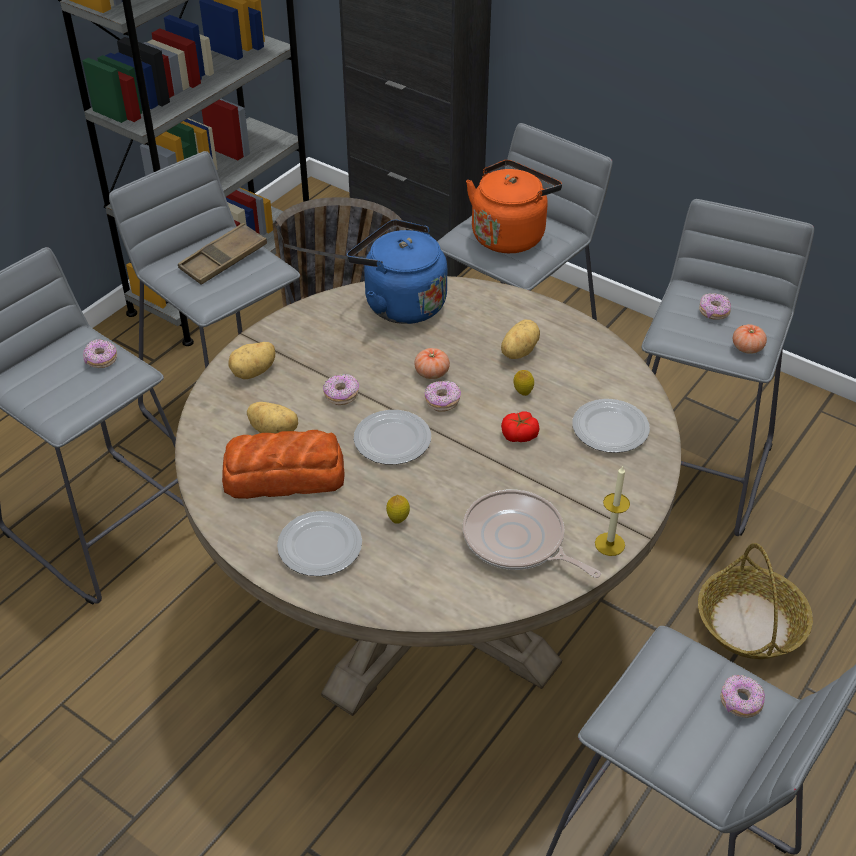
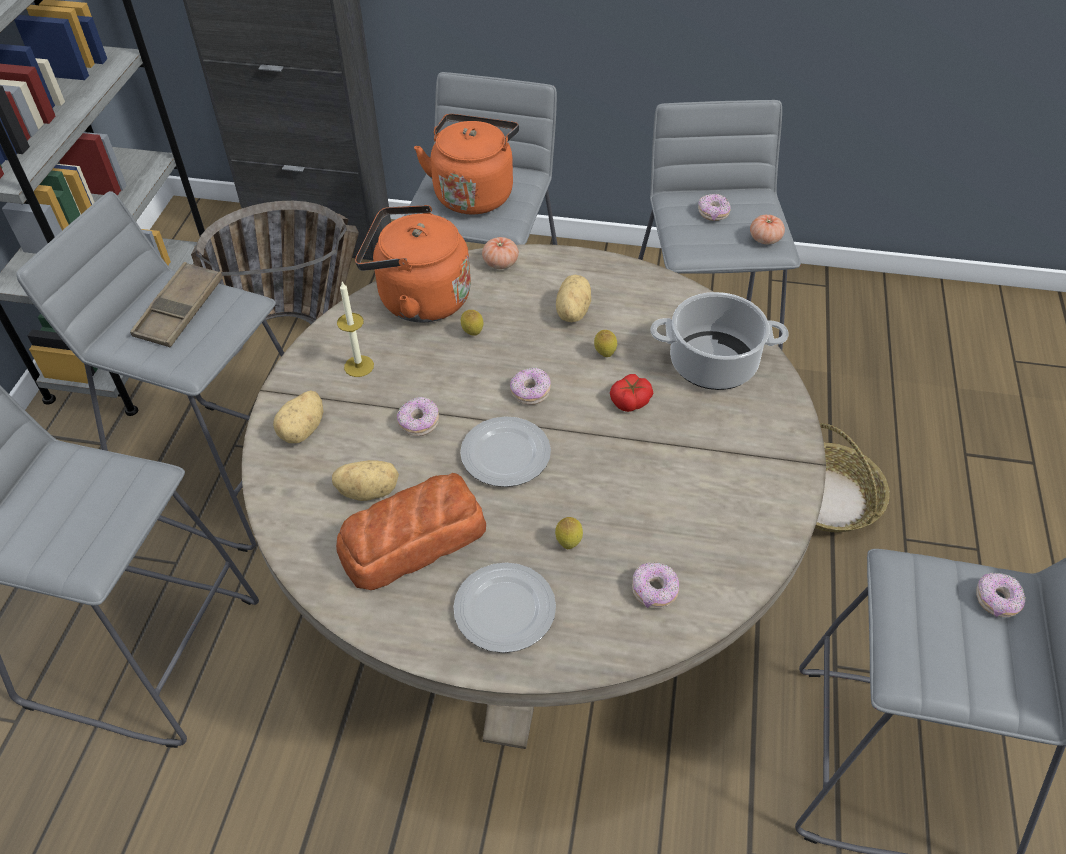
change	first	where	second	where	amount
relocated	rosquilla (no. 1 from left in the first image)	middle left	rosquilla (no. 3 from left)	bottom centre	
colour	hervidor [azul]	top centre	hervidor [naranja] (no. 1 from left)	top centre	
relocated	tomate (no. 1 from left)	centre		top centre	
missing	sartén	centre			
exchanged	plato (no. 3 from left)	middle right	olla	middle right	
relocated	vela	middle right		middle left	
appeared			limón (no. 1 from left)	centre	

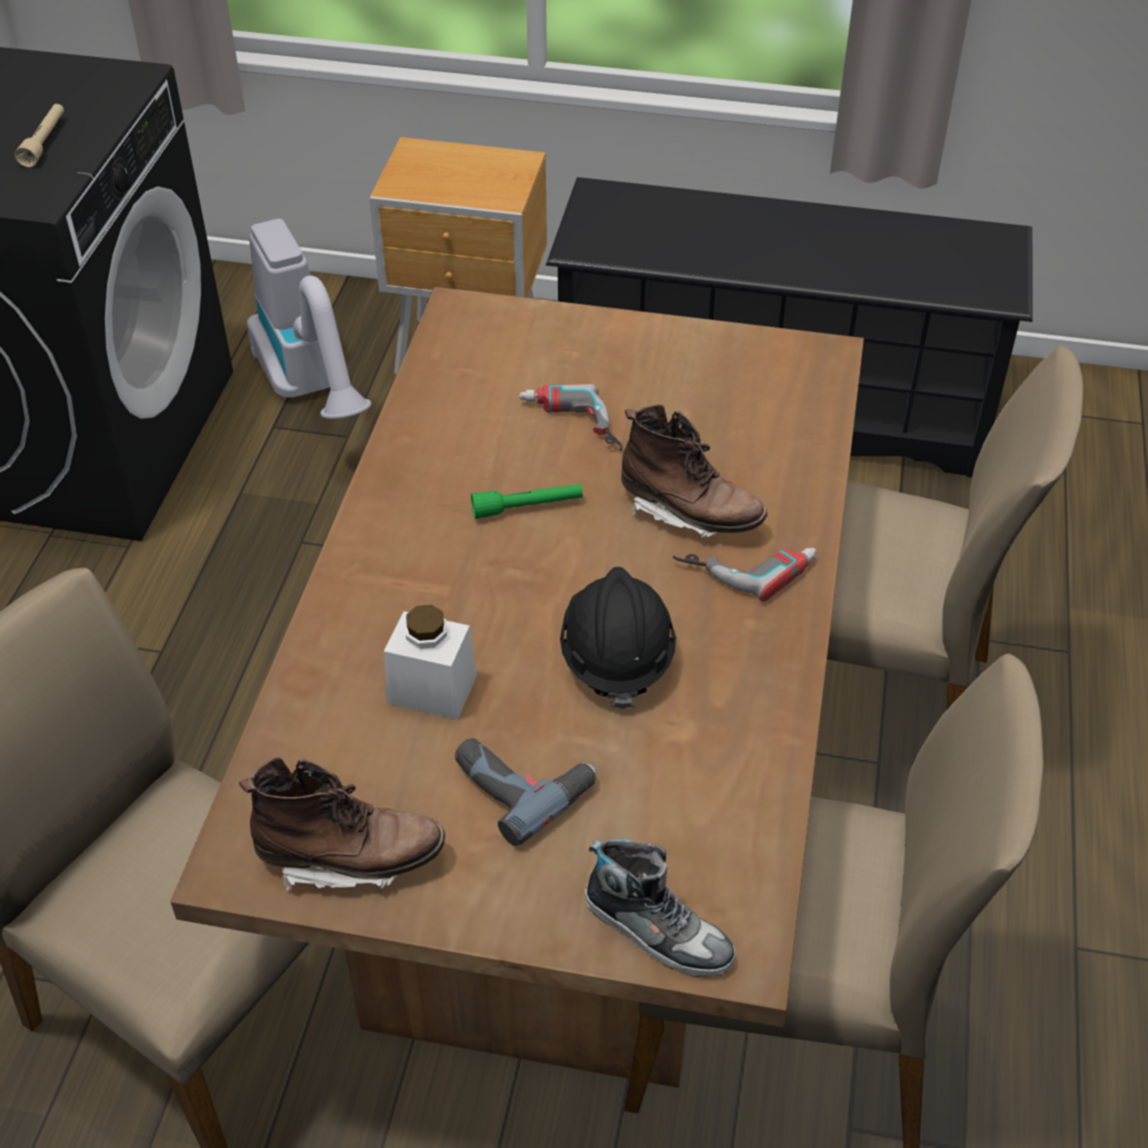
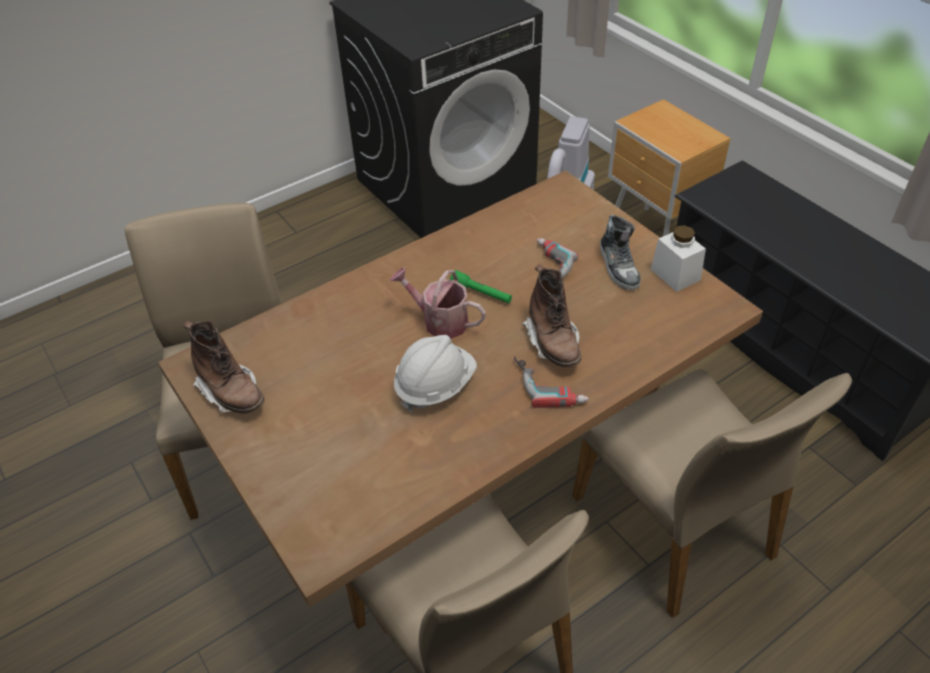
change	first	where	second	where	amount
missing	linterna [beis]	top left			
relocated	tarro [blanco]	centre		middle right	
missing	taladro (no. 1 from left)	bottom centre			
colour	casco [negro]	centre	casco [blanco]	centre	
relocated	zapato	bottom centre		middle right	
appeared			regadera	centre	

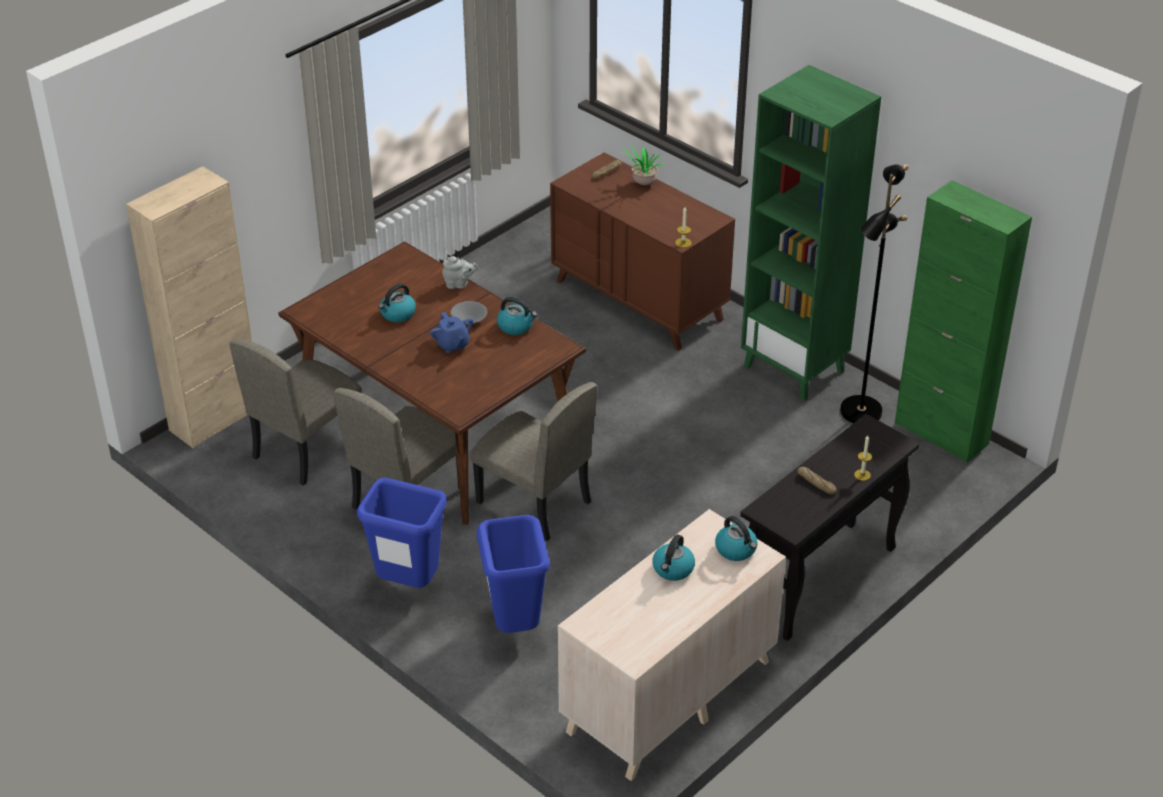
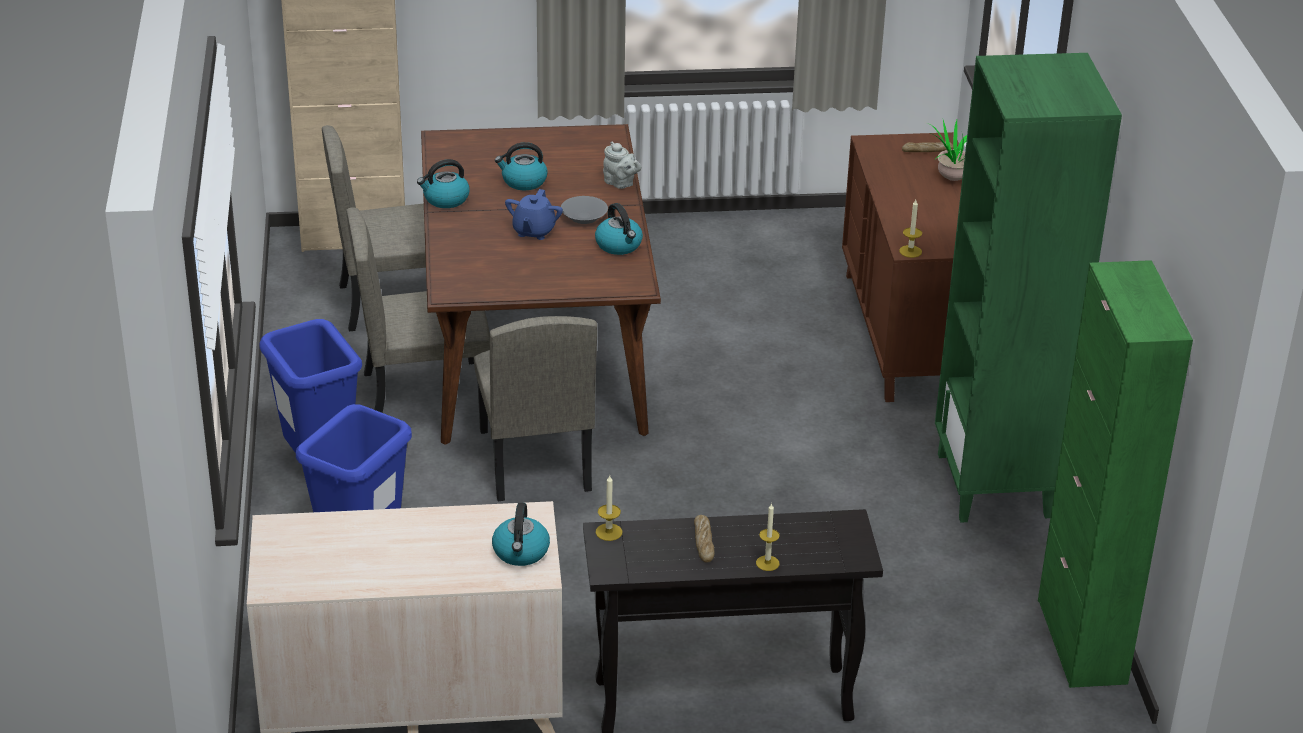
change	first	where	second	where	amount
relocated	hervidor (no. 3 from left in the first image)	bottom centre	hervidor (no. 1 from left)	top centre	
missing	lámpara de pie [negro]	middle right			
appeared			vela (no. 1 from left)	bottom centre	

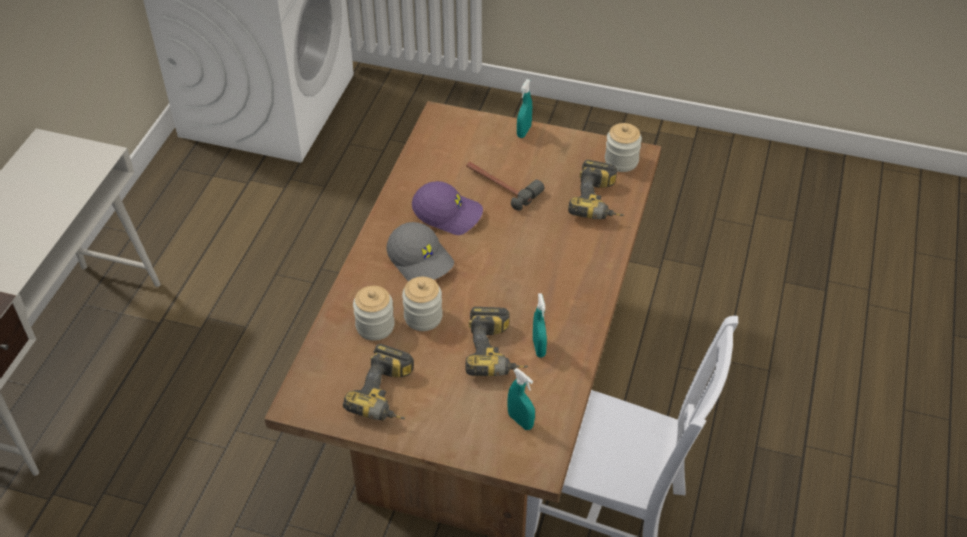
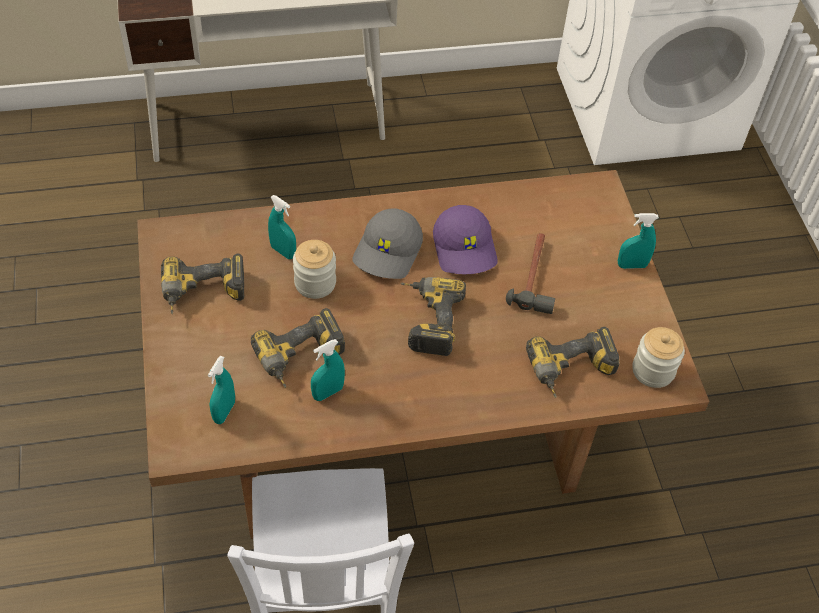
change	first	where	second	where	amount
exchanged	tarro (no. 1 from left)	centre	pulverizador [turquesa] (no. 2 from left)	centre	
appeared			taladro (no. 3 from left)	centre	

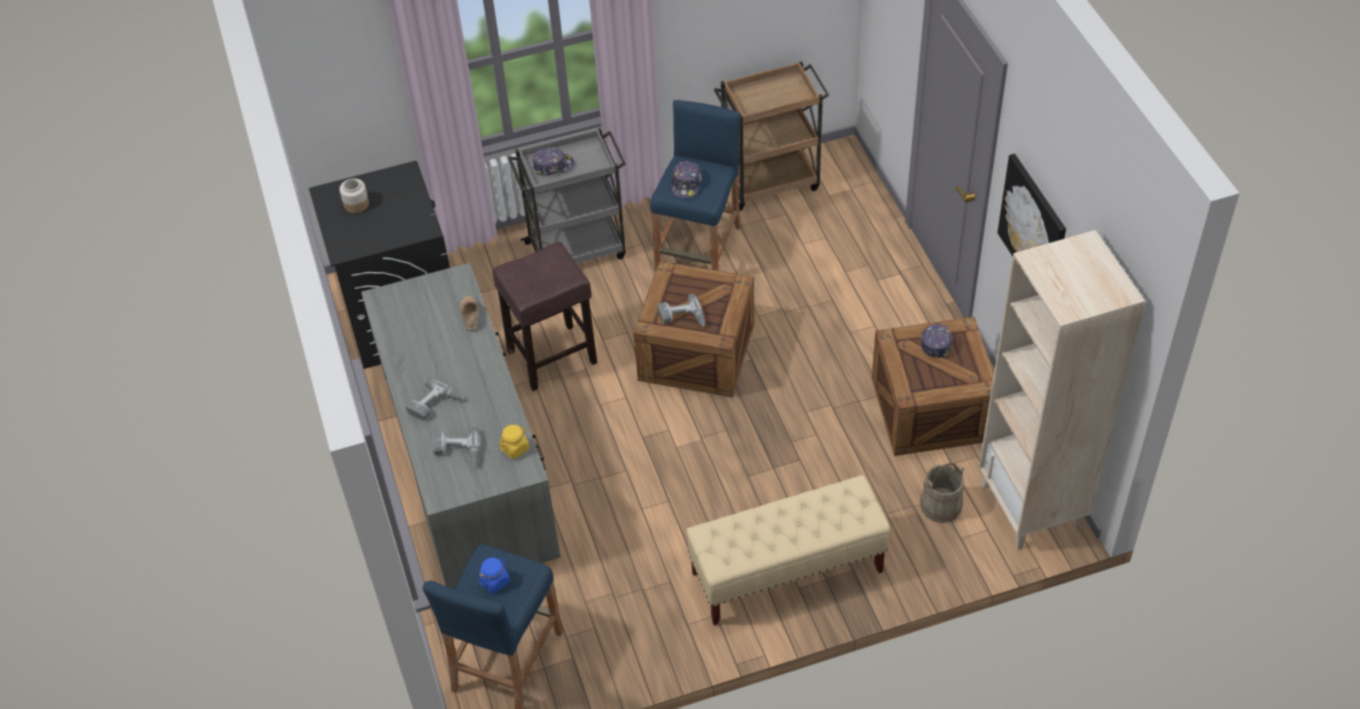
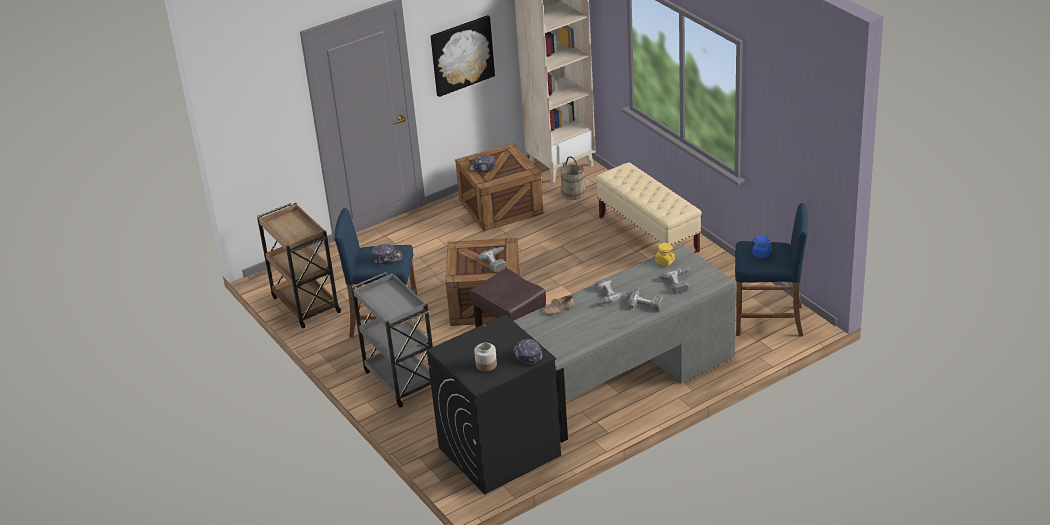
change	first	where	second	where	amount
relocated	gorra (no. 1 from left in the first image)	top centre	gorra (no. 3 from left)	bottom centre	
appeared			taladro (no. 2 from left)	centre	

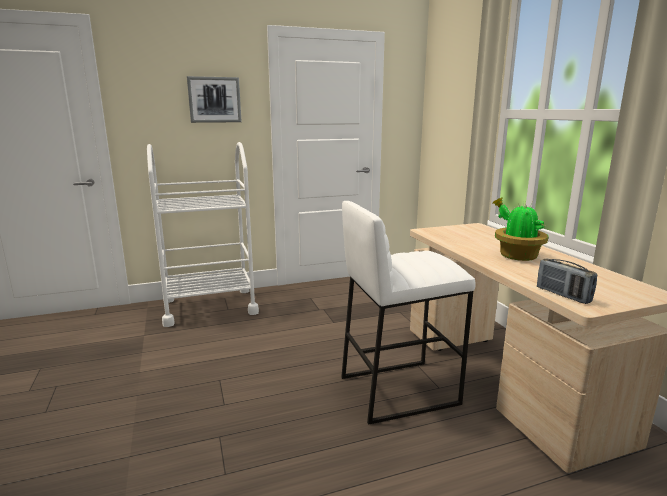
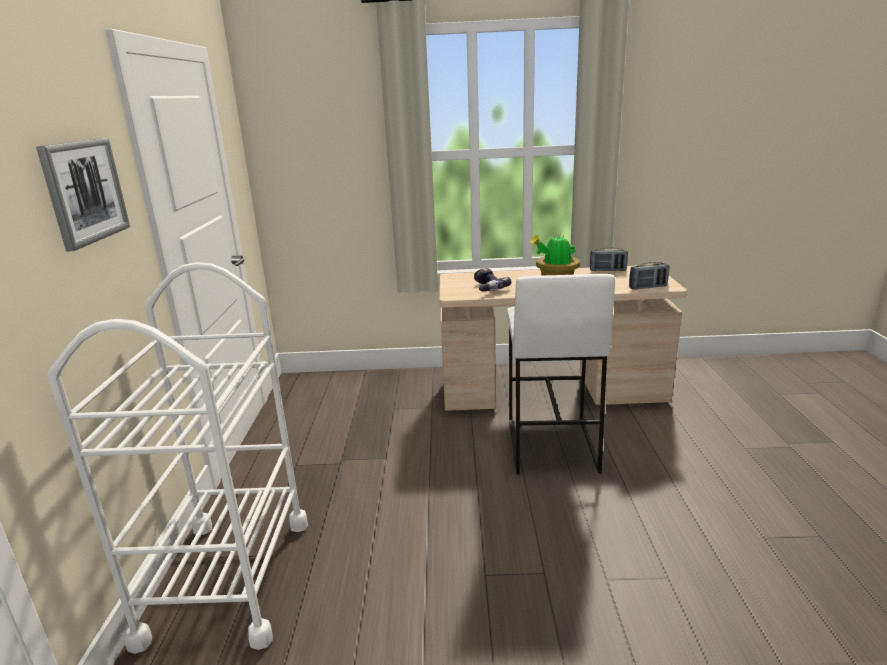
change	first	where	second	where	amount
appeared			taladro	centre	
appeared			radio (no. 1 from left)	middle right	

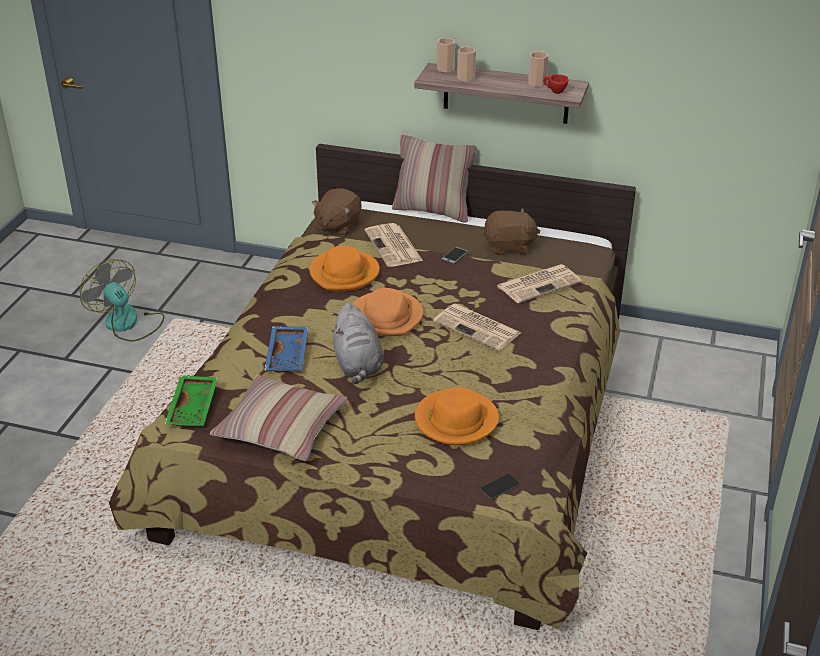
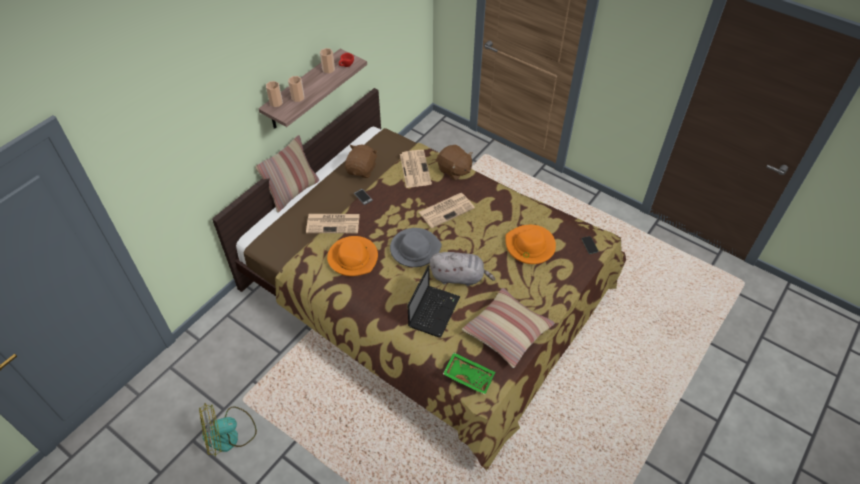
change	first	where	second	where	amount
exchanged	bandeja [azul]	centre	portátil	centre	
relocated	peluche [marrón] (no. 1 from left in the first image)	top centre	peluche [marrón] (no. 2 from left)	centre	
colour	sombrero [naranja] (no. 2 from left)	centre	sombrero [gris]	centre	

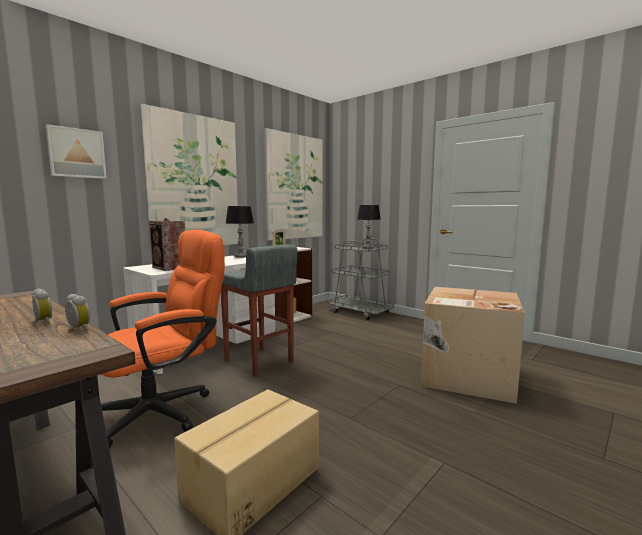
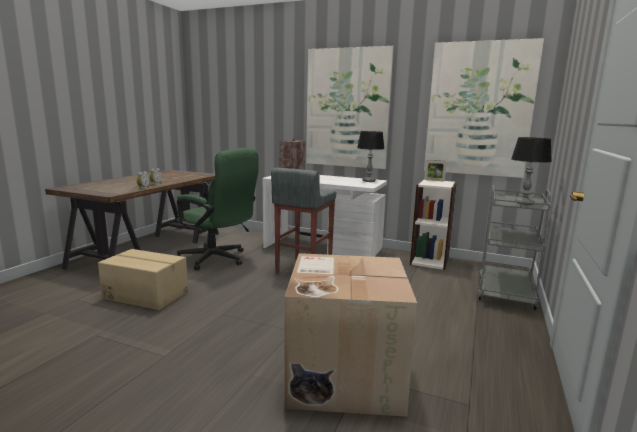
change	first	where	second	where	amount
missing	cuadro (no. 1 from left)	top left			
colour	silla de oficina [naranja]	middle left	silla de oficina [verde]	centre	

